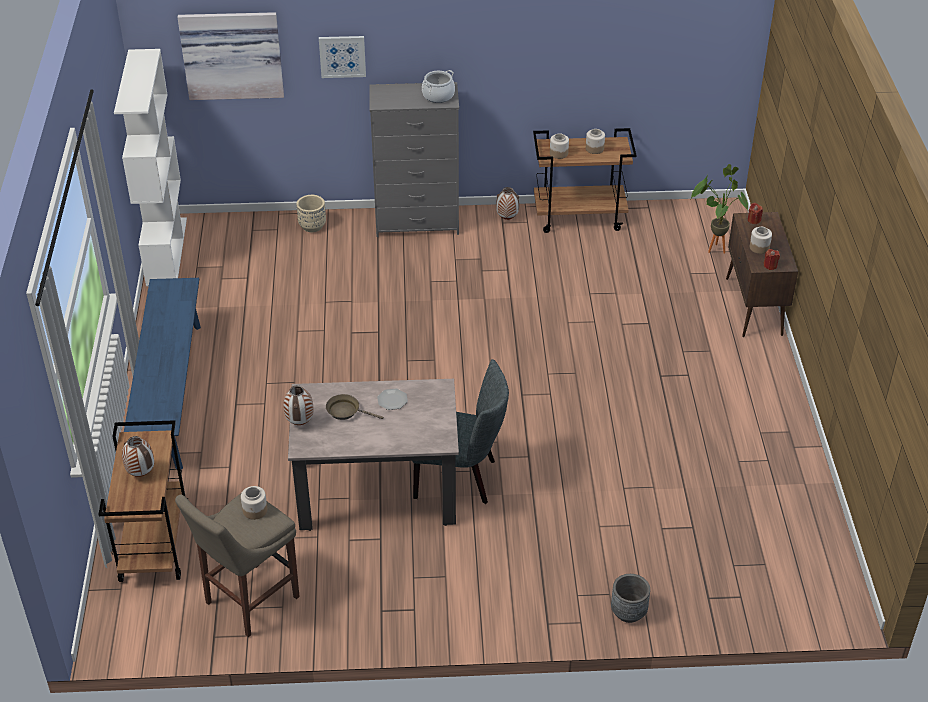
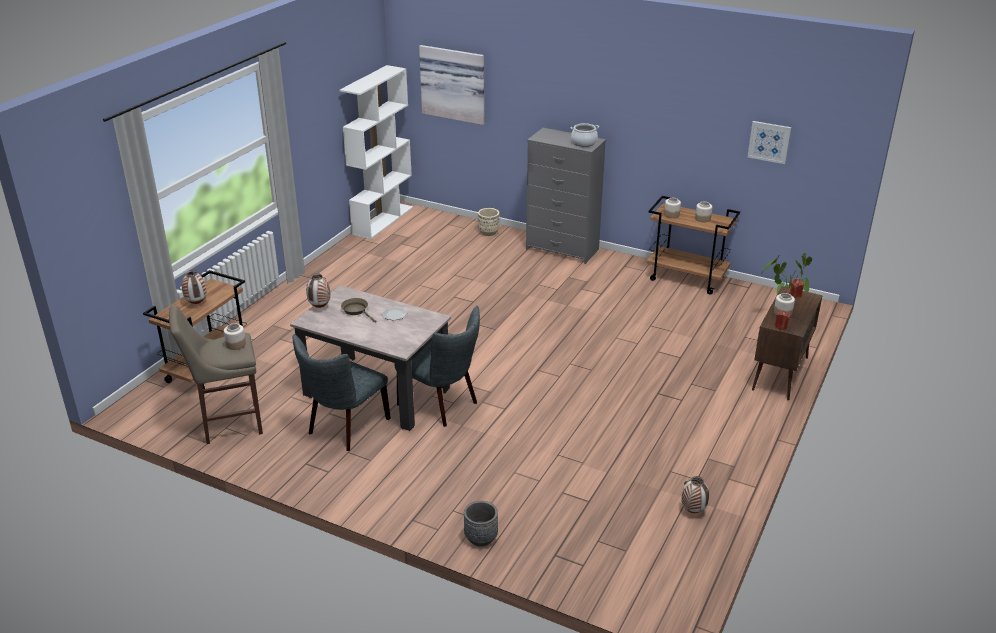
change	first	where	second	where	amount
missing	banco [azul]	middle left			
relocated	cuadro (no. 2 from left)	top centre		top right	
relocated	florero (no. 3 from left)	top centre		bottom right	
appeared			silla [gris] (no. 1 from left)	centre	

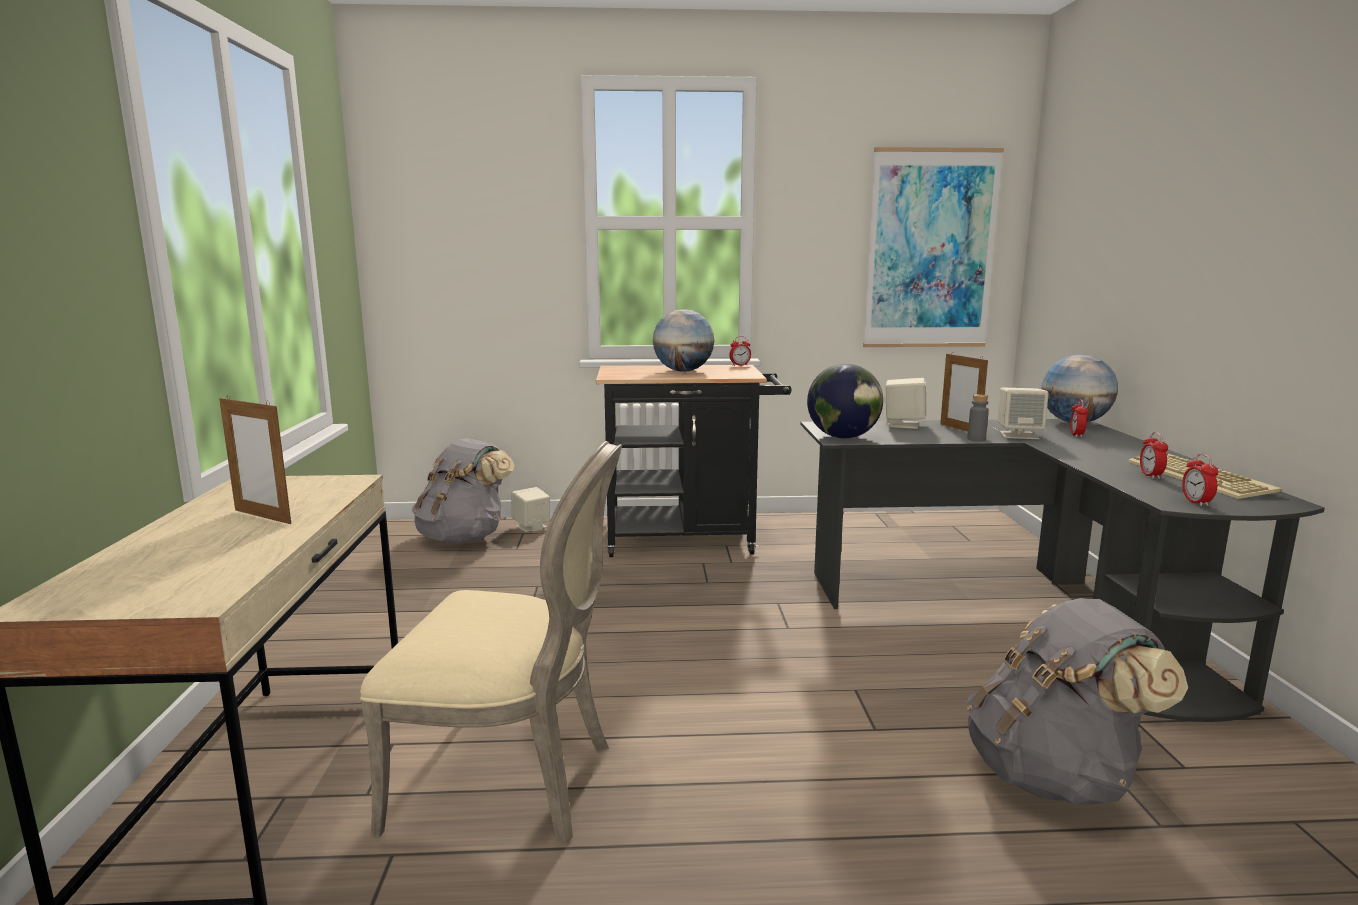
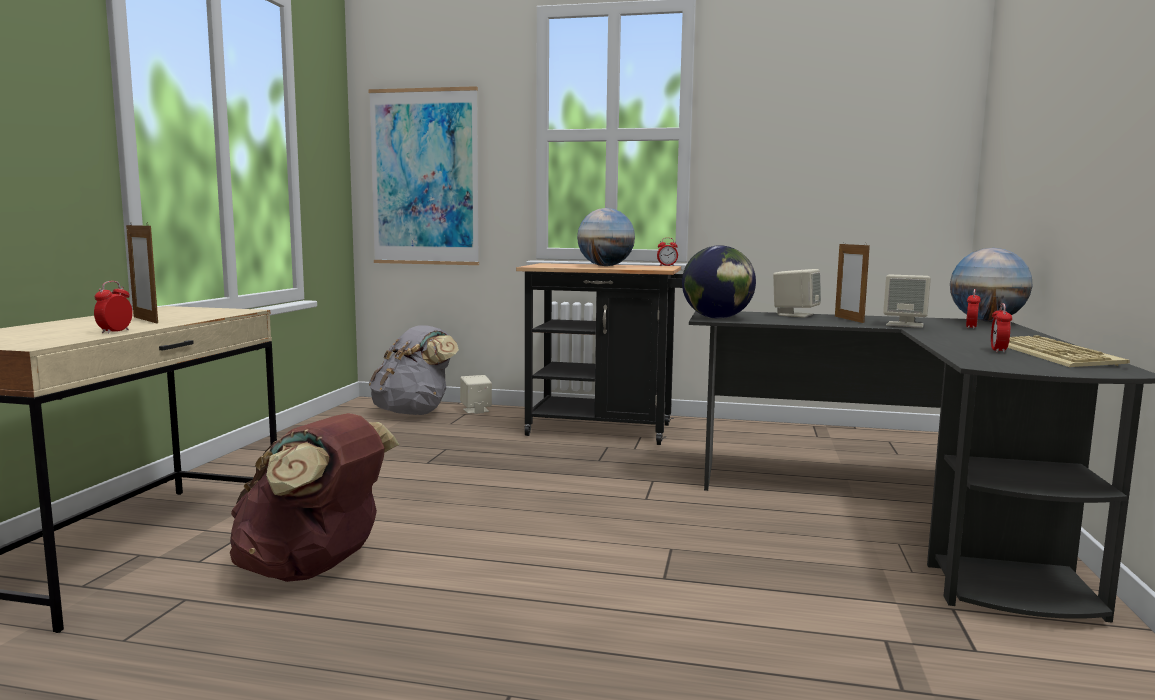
change	first	where	second	where	amount
exchanged	silla [beis]	bottom centre	mochila [marrón]	bottom left	
relocated	cuadro	top right		top centre	
missing	mochila [gris] (no. 2 from left)	bottom right			
missing	botella [gris]	middle right			
relocated	despertador (no. 4 from left in the first image)	middle right	despertador (no. 1 from left)	middle left	

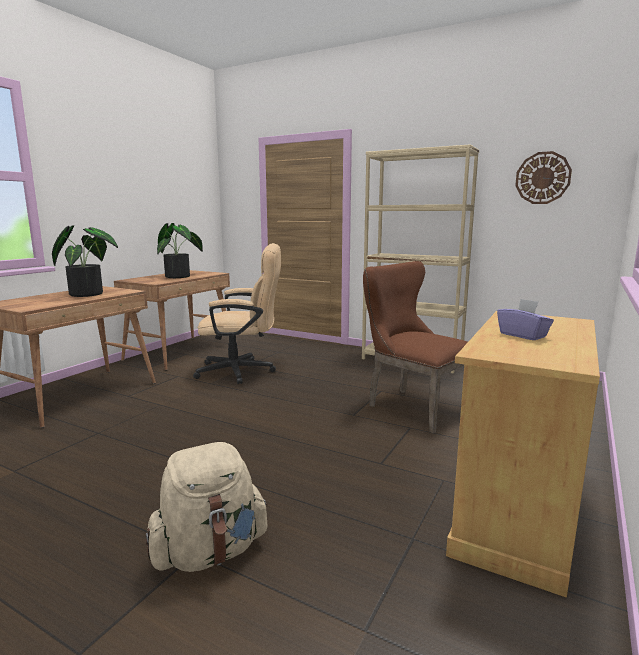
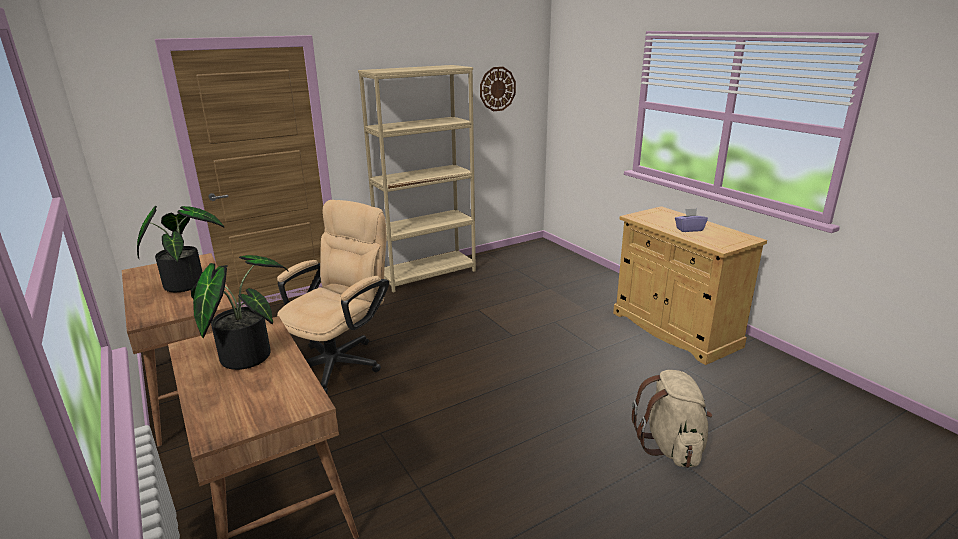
change	first	where	second	where	amount
missing	silla [marrón]	centre			

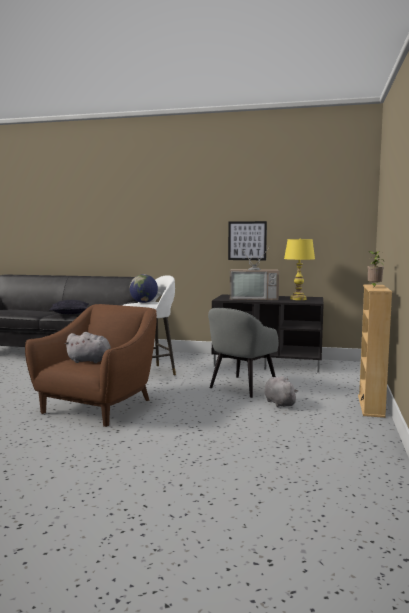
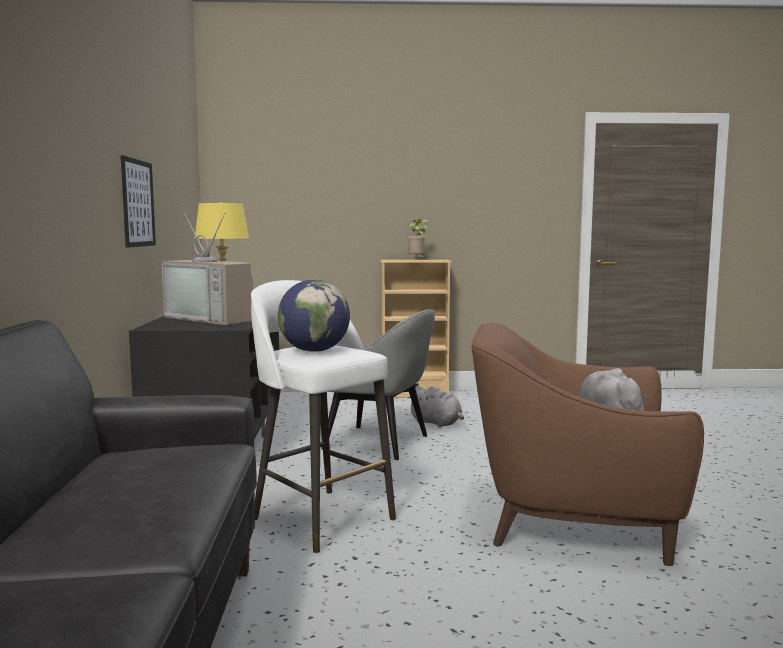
change	first	where	second	where	amount
missing	cojín	middle left			
spun	televisor	centre		middle left	135 degrees clockwise
spun	peluche [gris] (no. 2 from left in the first image)	middle right	peluche [gris] (no. 1 from left)	centre	105 degrees counterclockwise

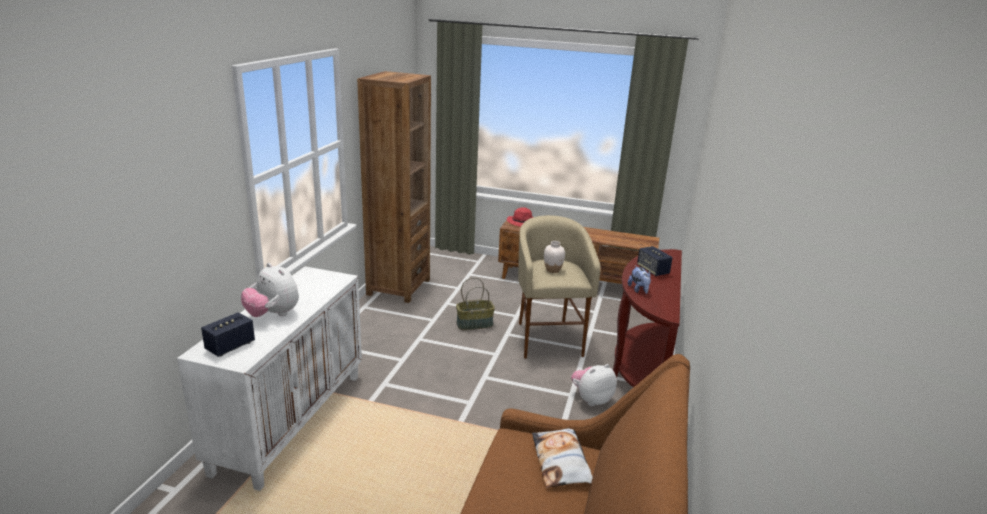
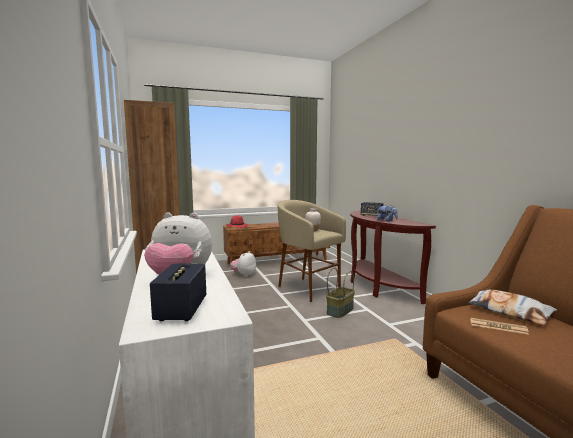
change	first	where	second	where	amount
relocated	cesta	centre		bottom centre	
relocated	peluche (no. 2 from left)	bottom centre		centre	
appeared			periódico	bottom right	

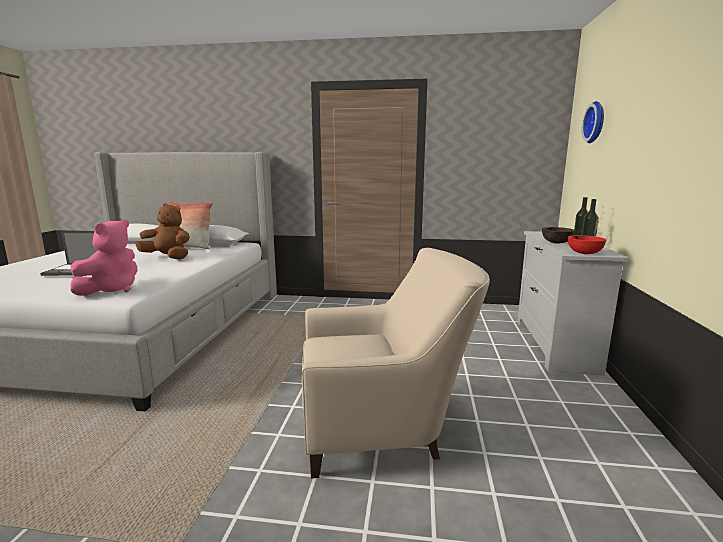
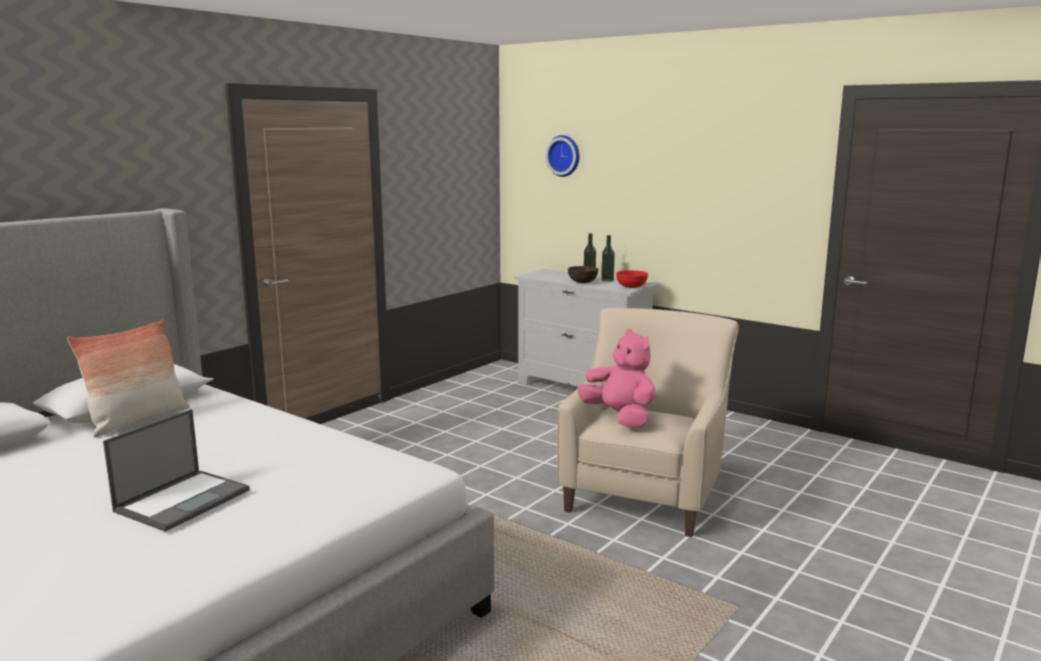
change	first	where	second	where	amount
relocated	peluche [rosa]	middle left		centre	
missing	peluche [marrón]	middle left			

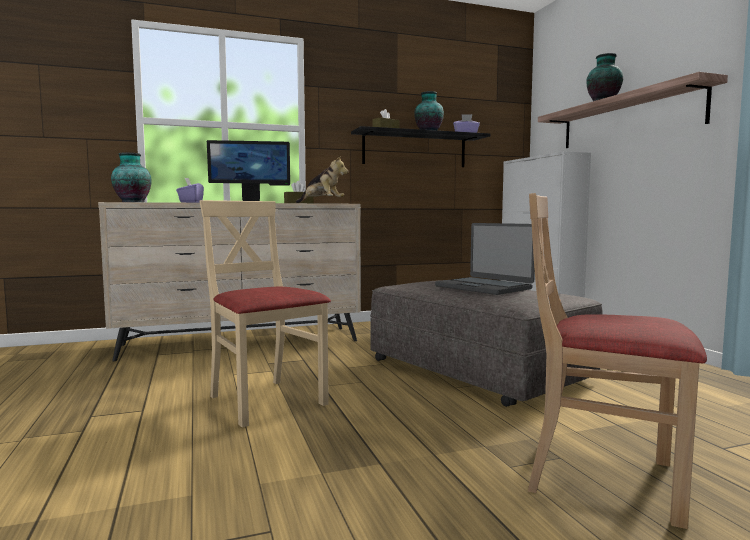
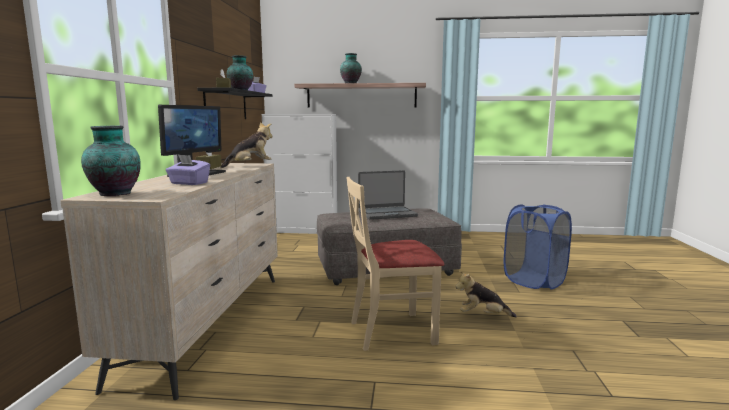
change	first	where	second	where	amount
exchanged	silla [beis] (no. 2 from left)	bottom right	cesto de la ropa [azul]	middle right	
appeared			peluche (no. 2 from left)	bottom right	

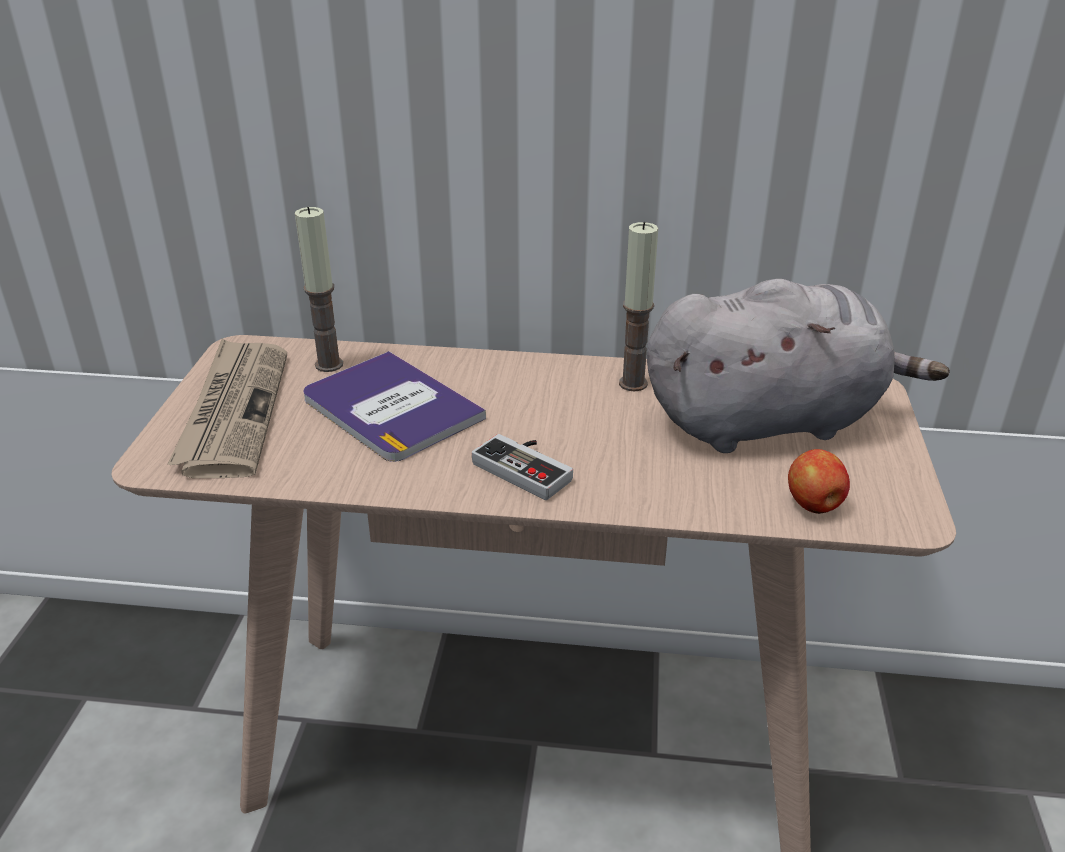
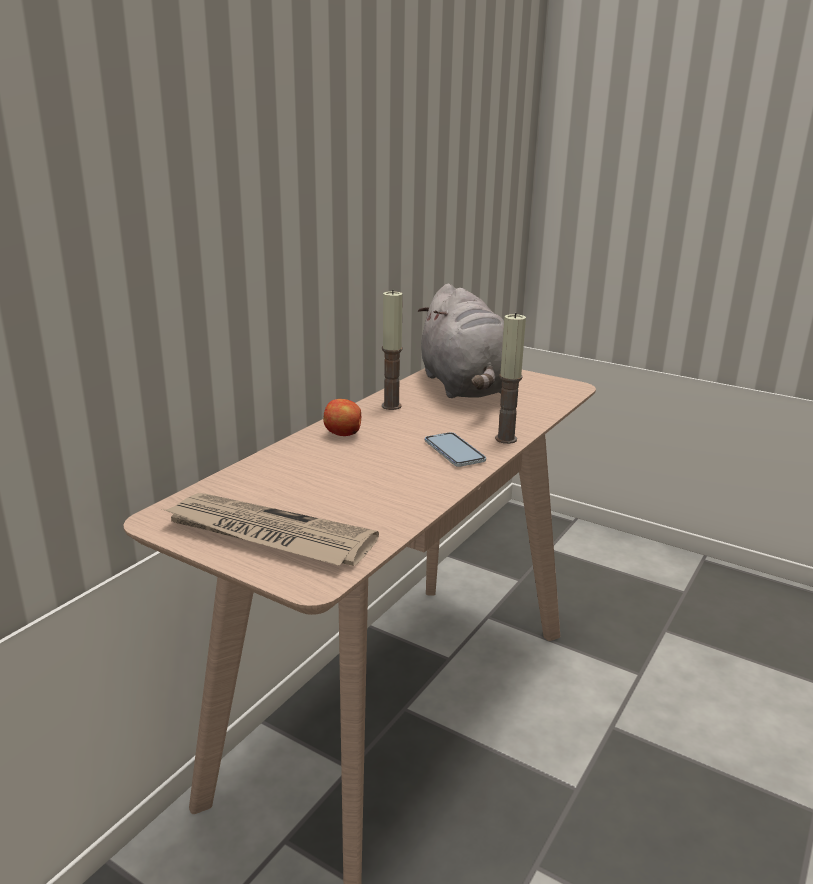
change	first	where	second	where	amount
relocated	vela (no. 1 from left in the first image)	middle left	vela (no. 2 from left)	centre	
missing	libro	centre			
exchanged	mando de consola	centre	móvil	centre	
spun	peluche [gris]	middle right		centre	150 degrees clockwise
relocated	manzana	middle right		centre	

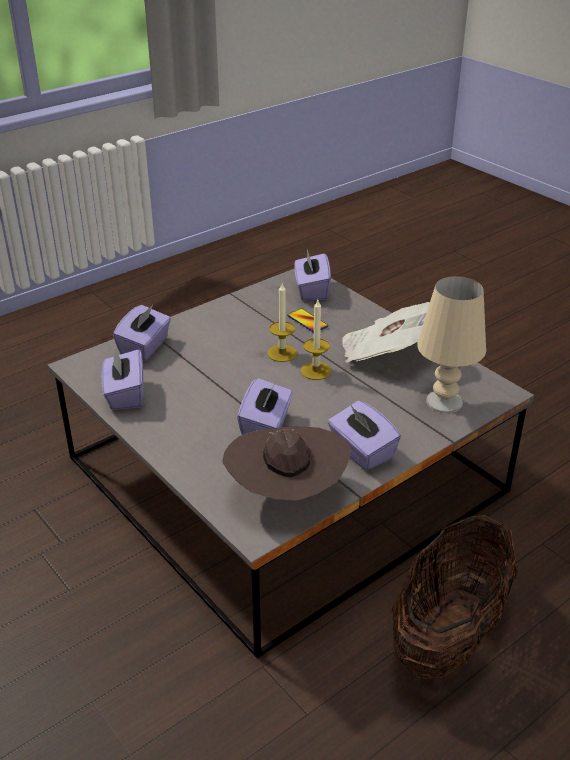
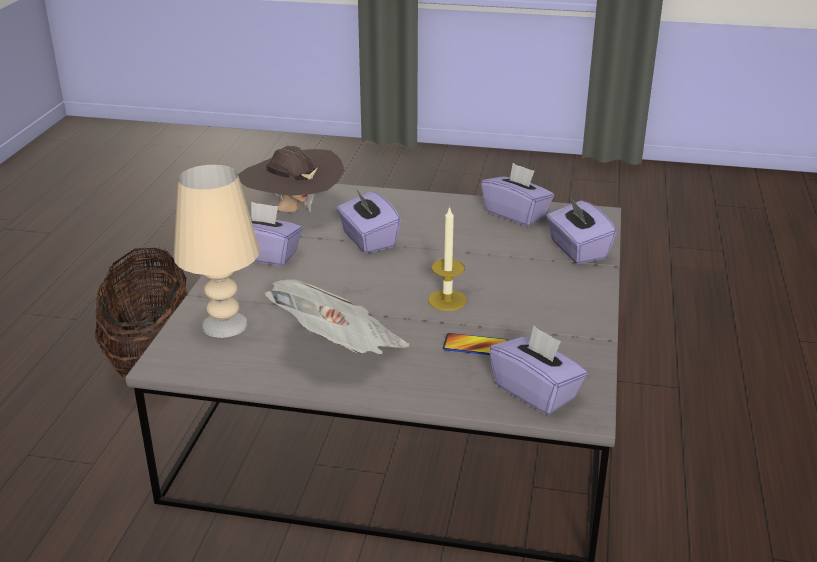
change	first	where	second	where	amount
missing	vela (no. 2 from left)	centre			

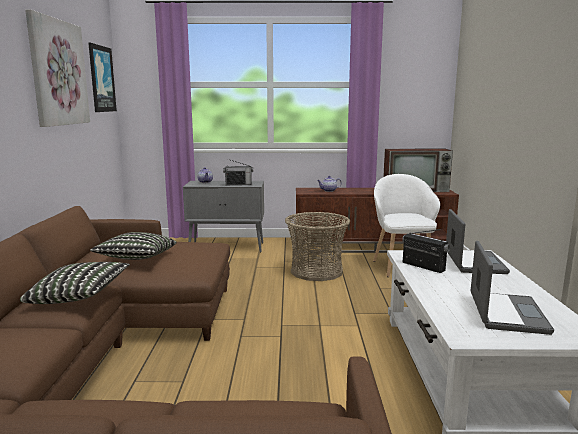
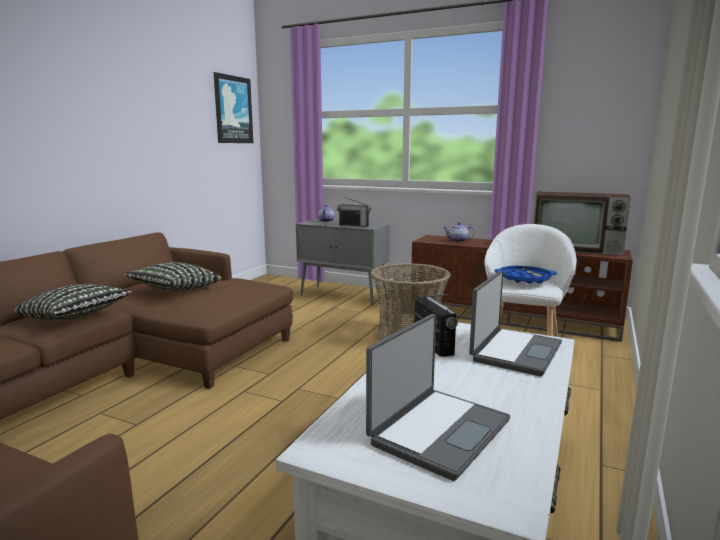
change	first	where	second	where	amount
missing	cuadro (no. 1 from left)	top left			
appeared			bandeja [azul]	middle right	

